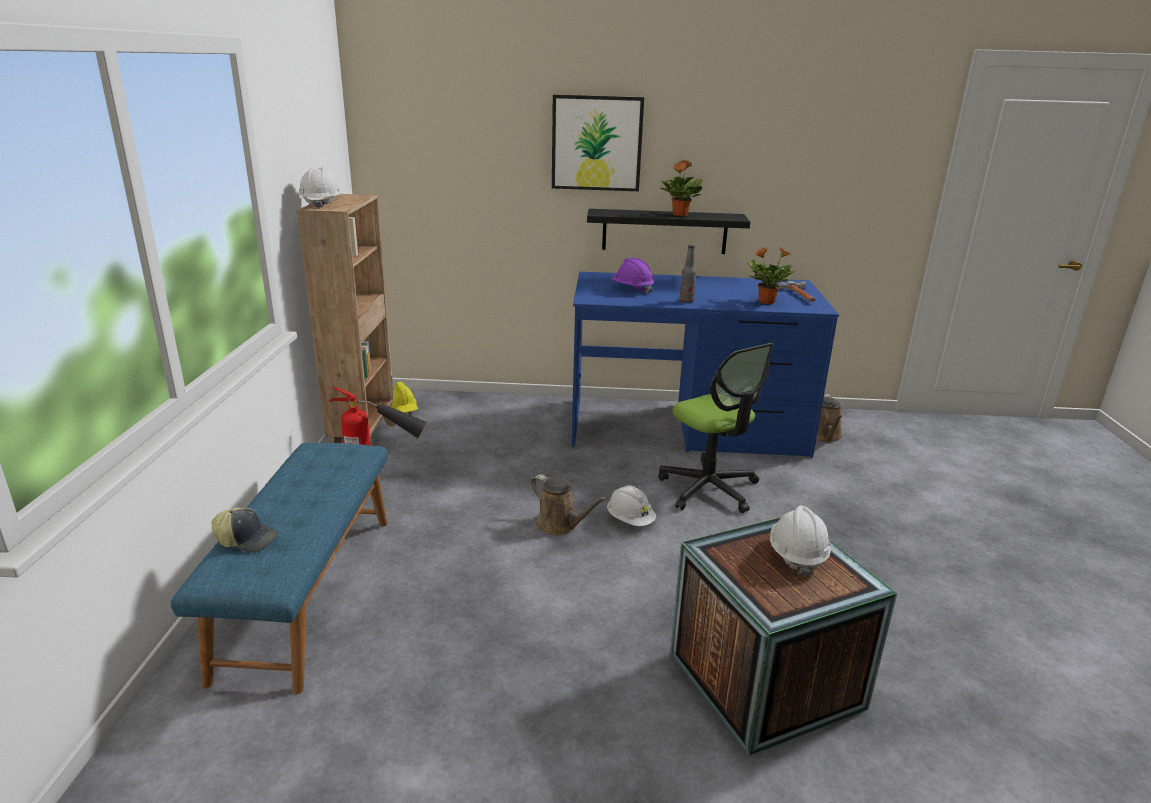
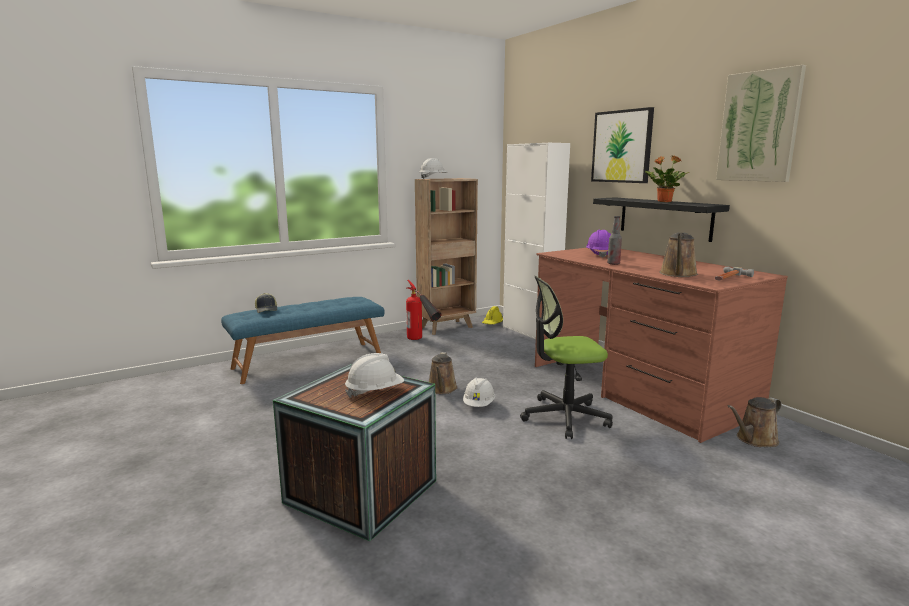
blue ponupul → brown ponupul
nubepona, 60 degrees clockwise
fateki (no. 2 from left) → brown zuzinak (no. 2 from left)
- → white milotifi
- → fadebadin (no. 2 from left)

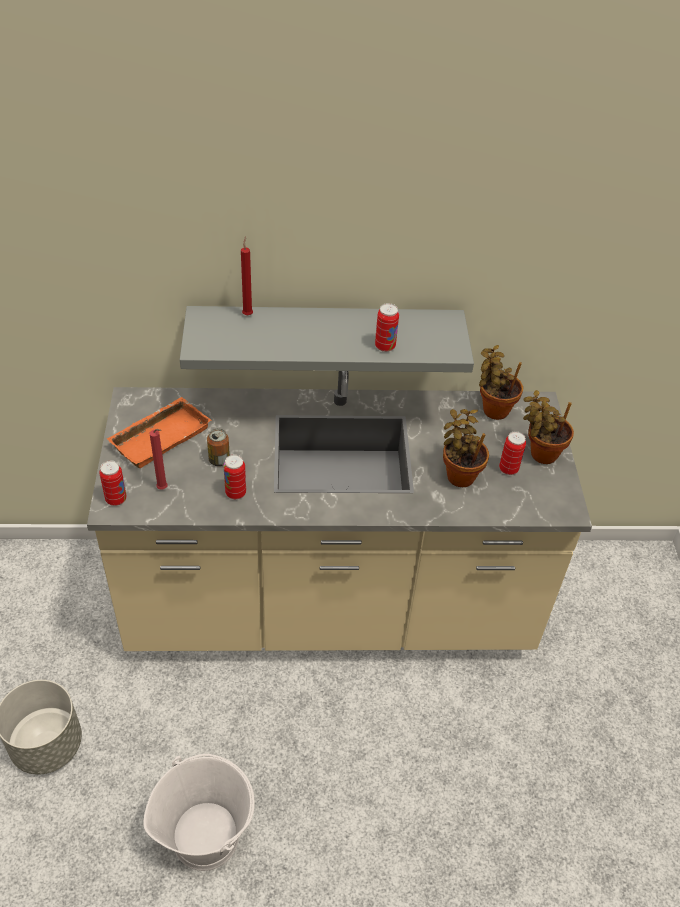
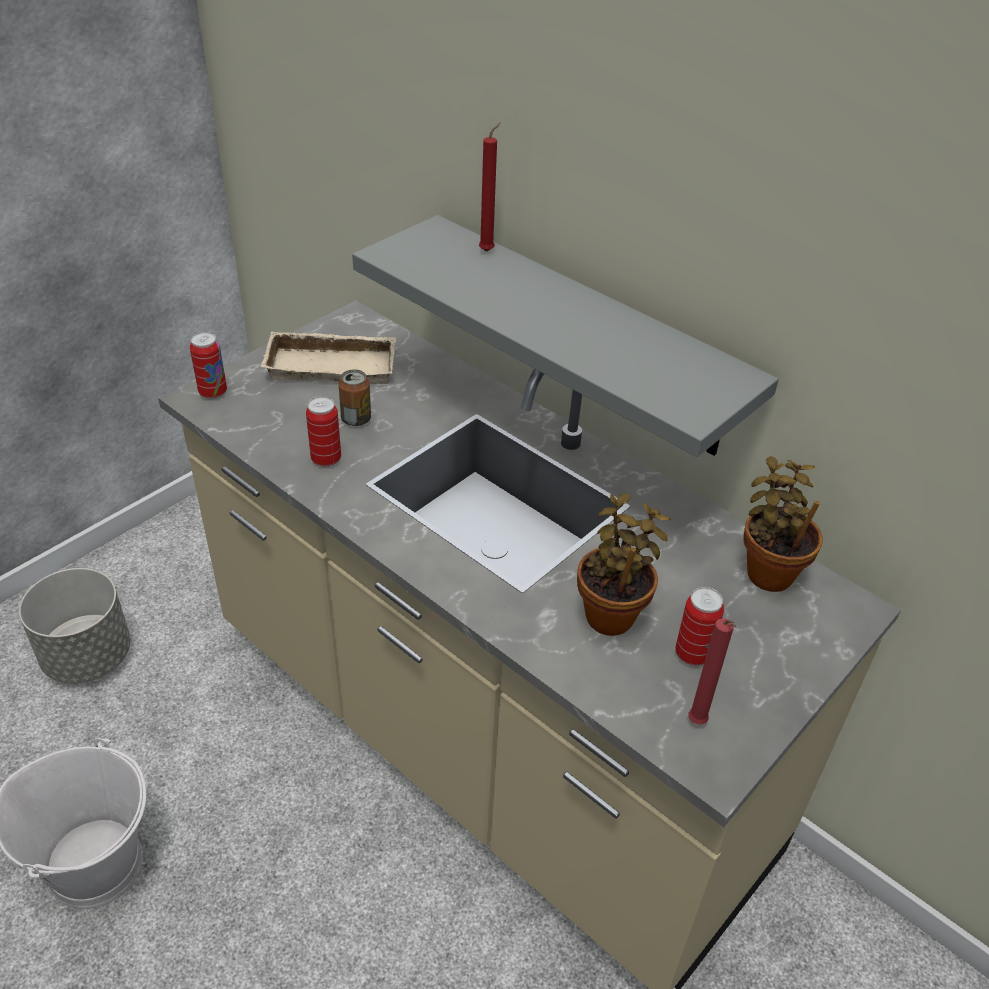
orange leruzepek → beige leruzepek
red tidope (no. 1 from left in the first image) → red tidope (no. 2 from left), relocated
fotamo (no. 4 from left) → -
fateki (no. 3 from left) → -

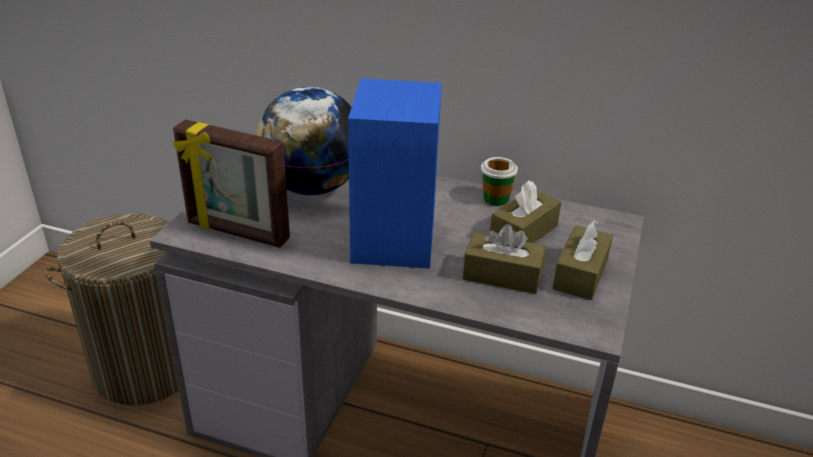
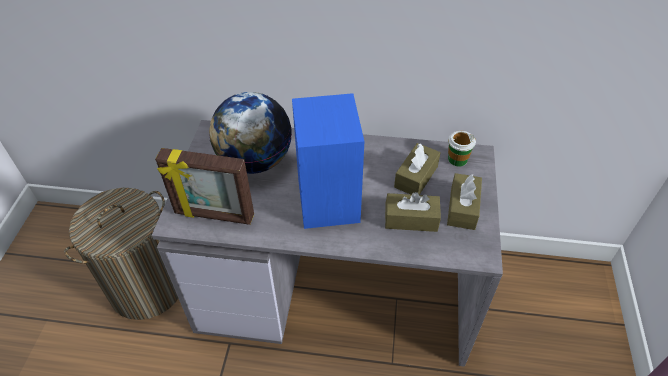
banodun, relocated

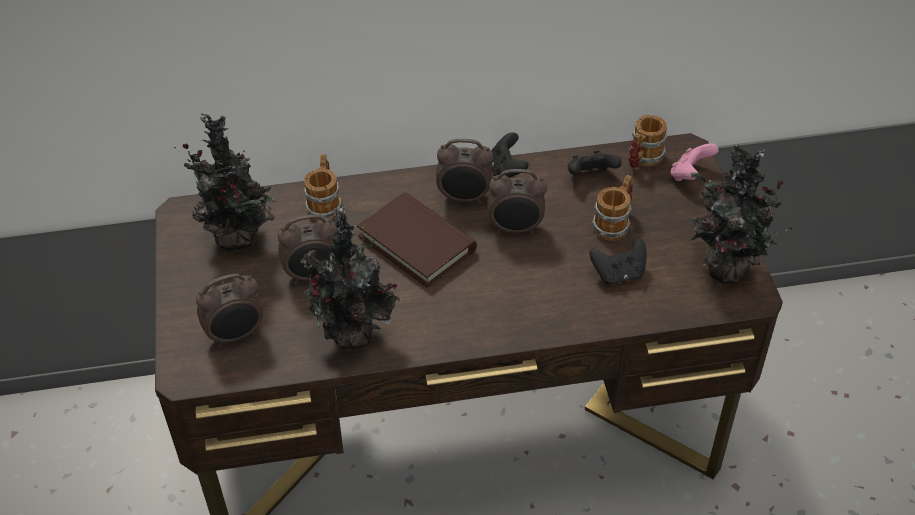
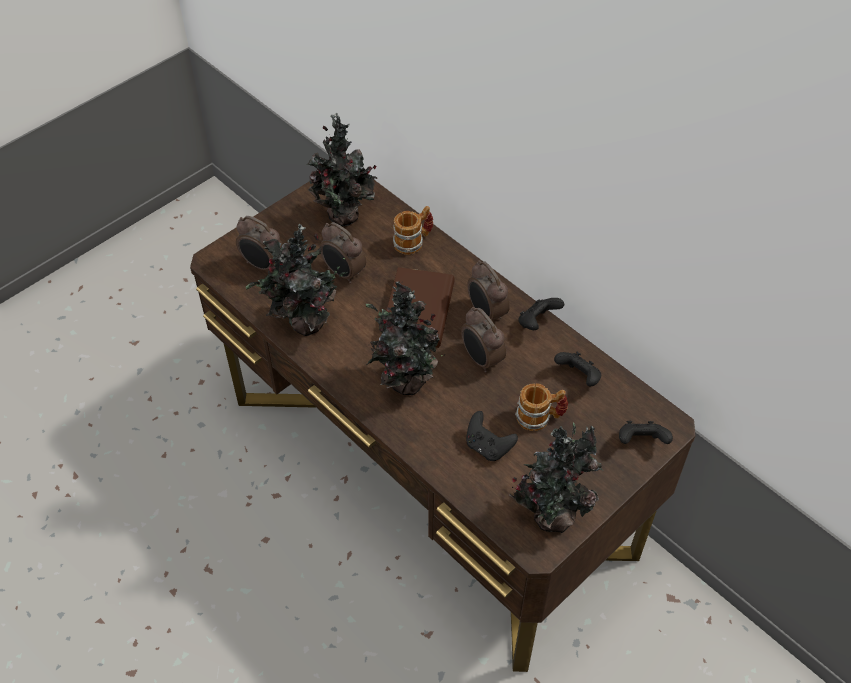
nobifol (no. 3 from left) → -
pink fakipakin → black fakipakin (no. 4 from left)
- → fateki (no. 3 from left)

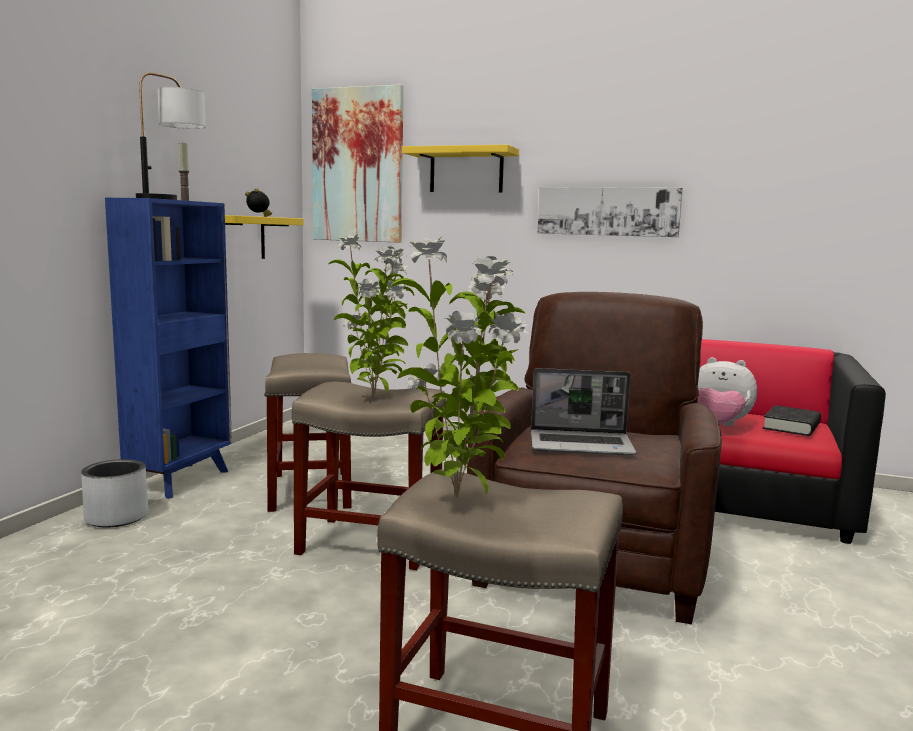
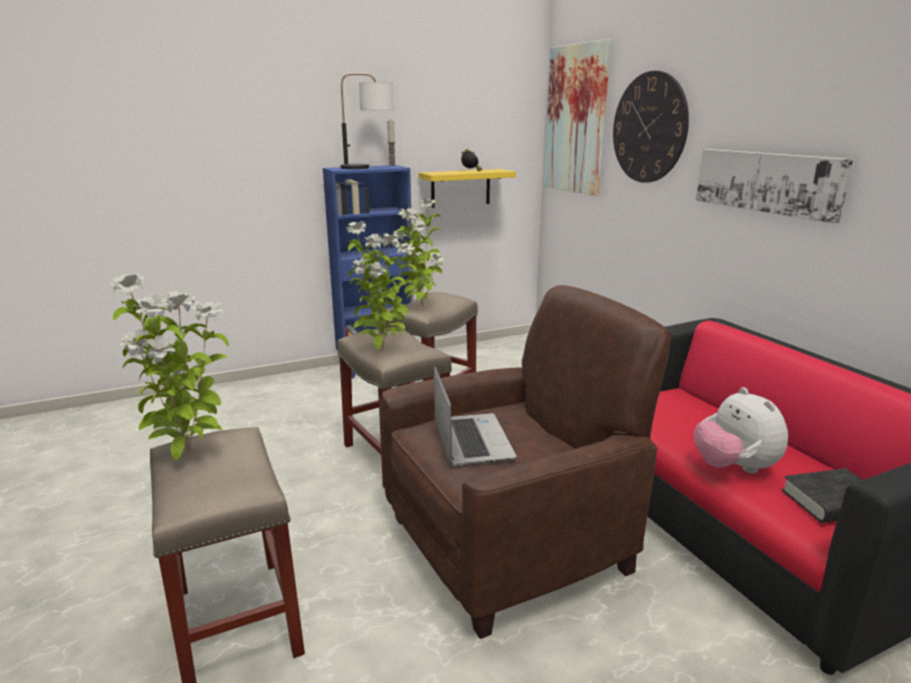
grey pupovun → -
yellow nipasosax (no. 2 from left) → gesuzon
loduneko, 150 degrees counterclockwise
- → fateki (no. 3 from left)

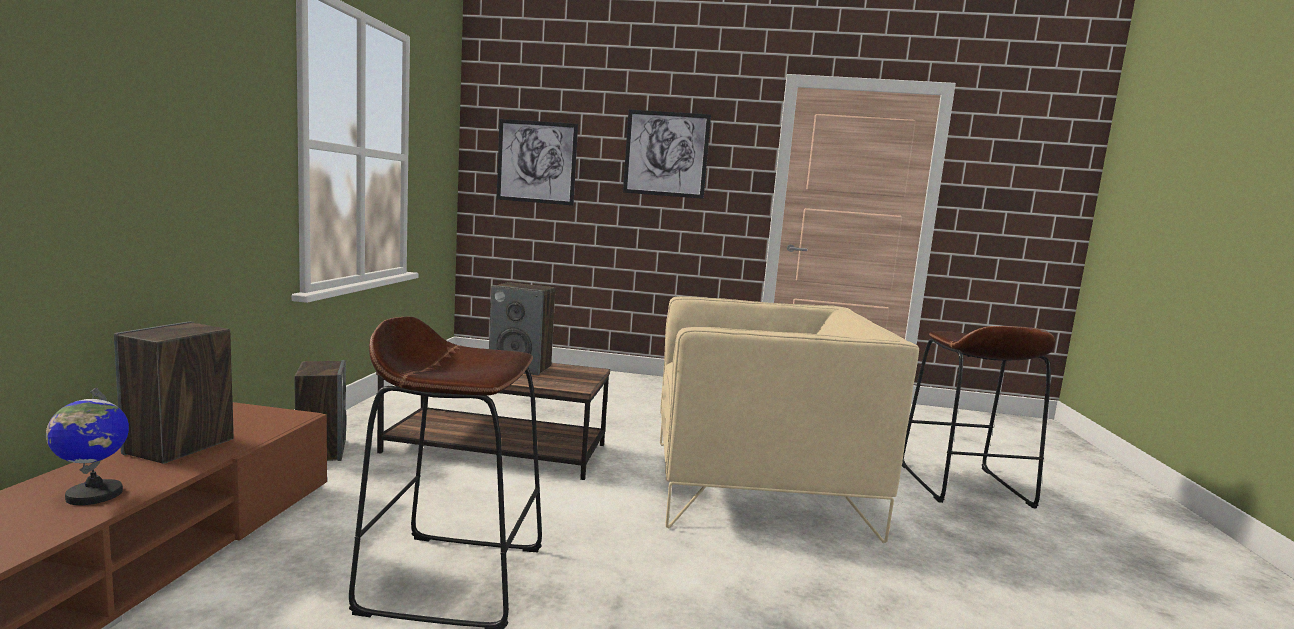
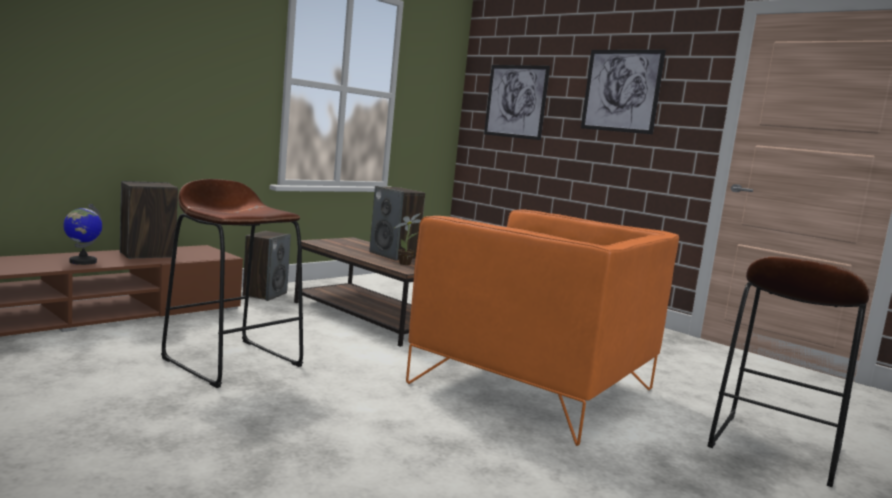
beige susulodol → orange susulodol
- → fateki

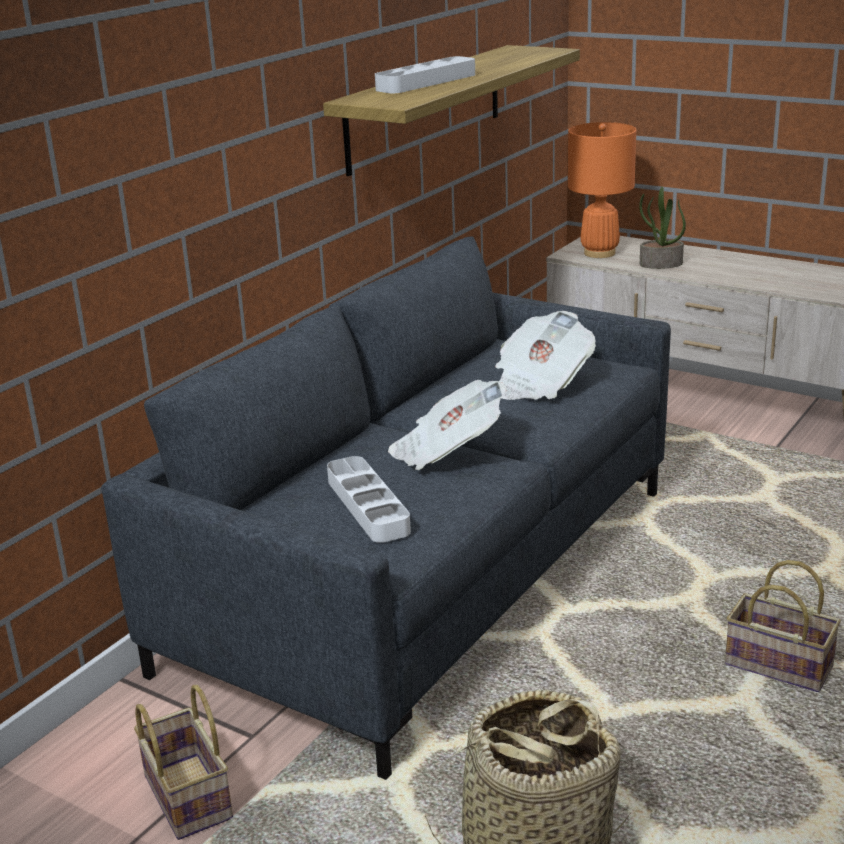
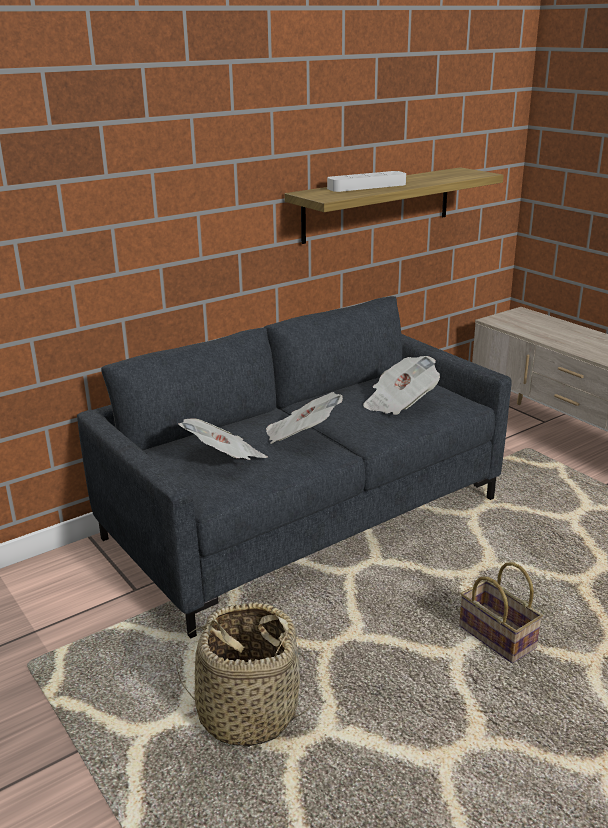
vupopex (no. 1 from left) → -
grey leruzepek (no. 1 from left) → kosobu (no. 1 from left)
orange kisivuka → -
fateki → -

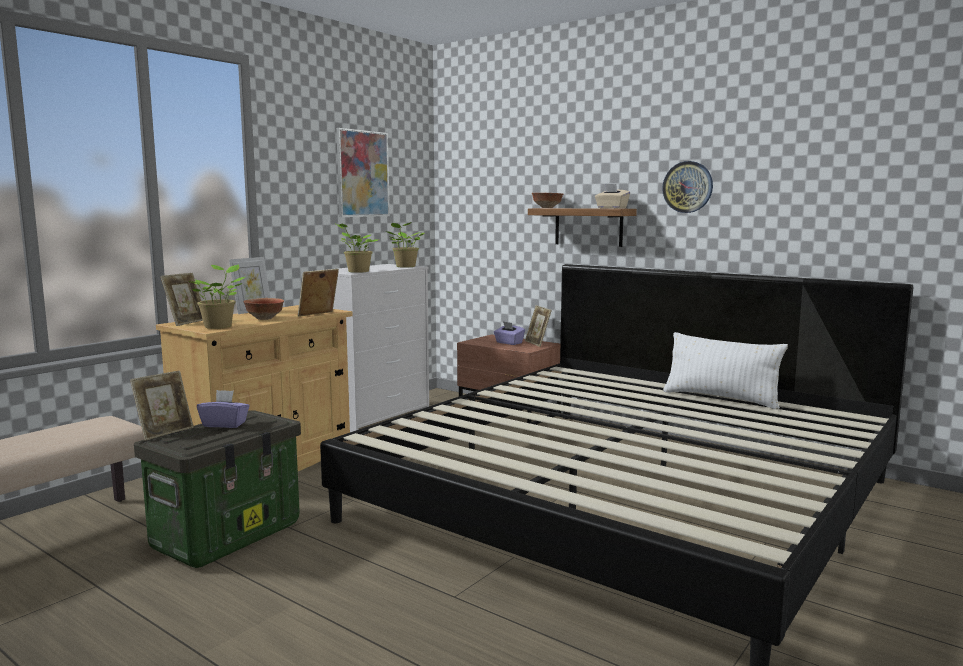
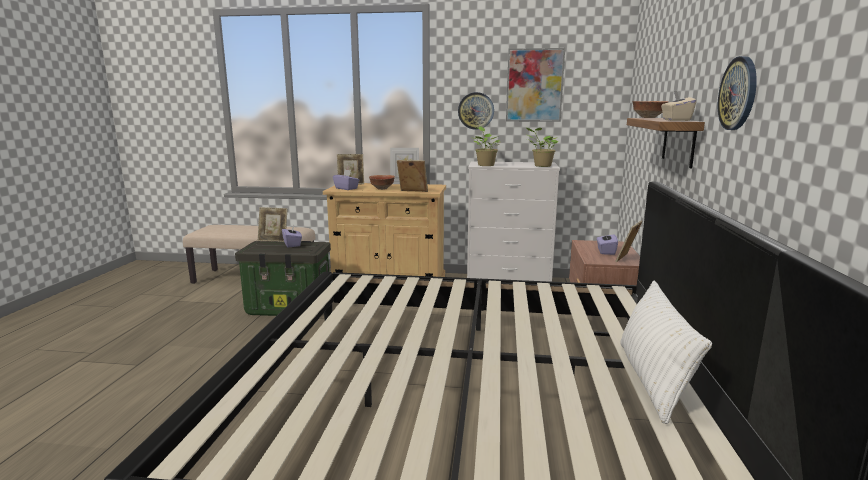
fateki (no. 1 from left) → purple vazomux (no. 2 from left)
- → gesuzon (no. 1 from left)

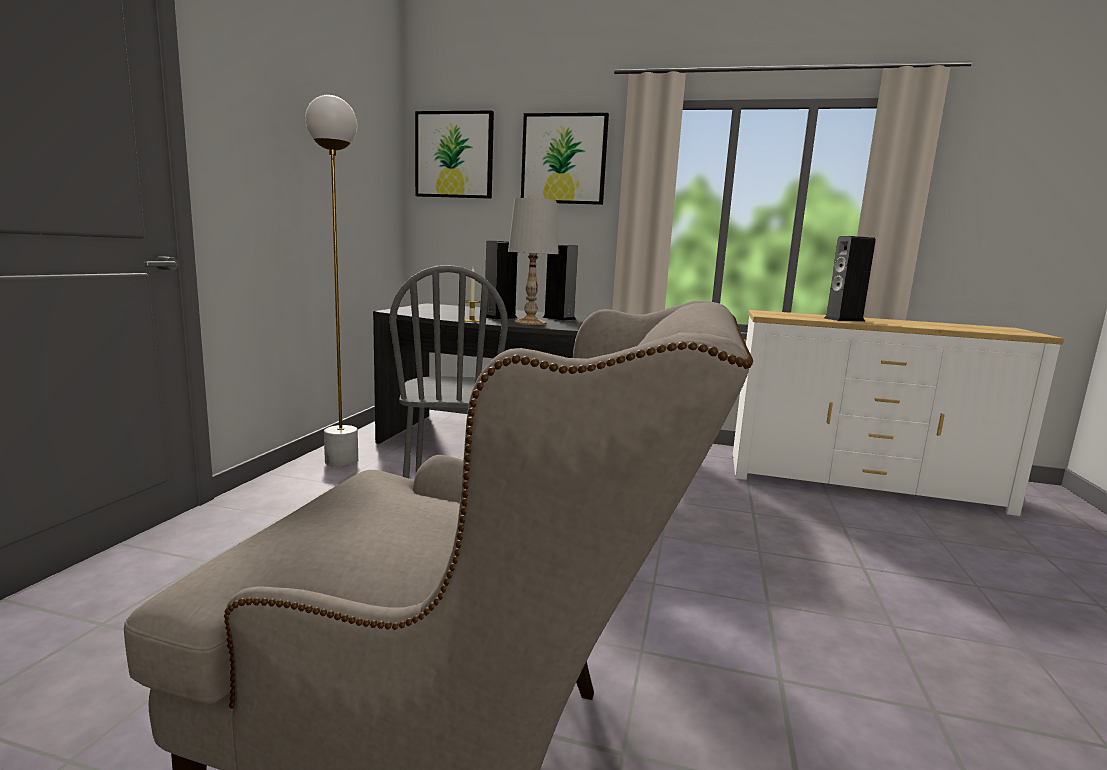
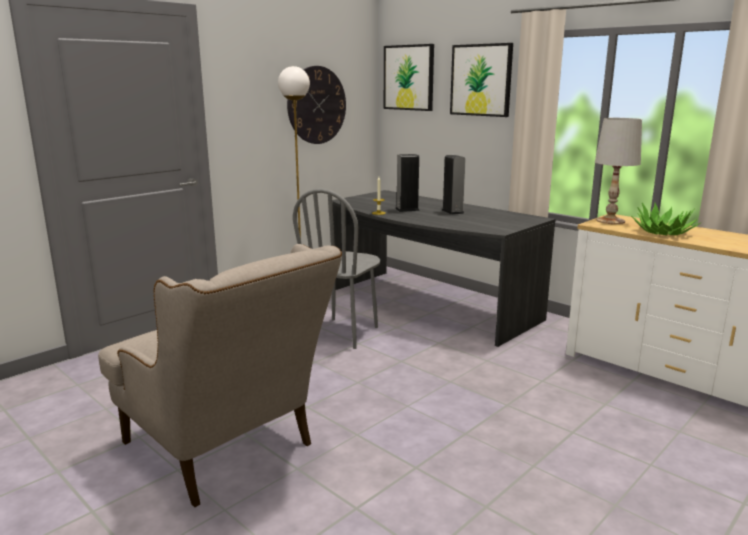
white kisivuka, relocated
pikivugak (no. 3 from left) → fateki
- → gesuzon

